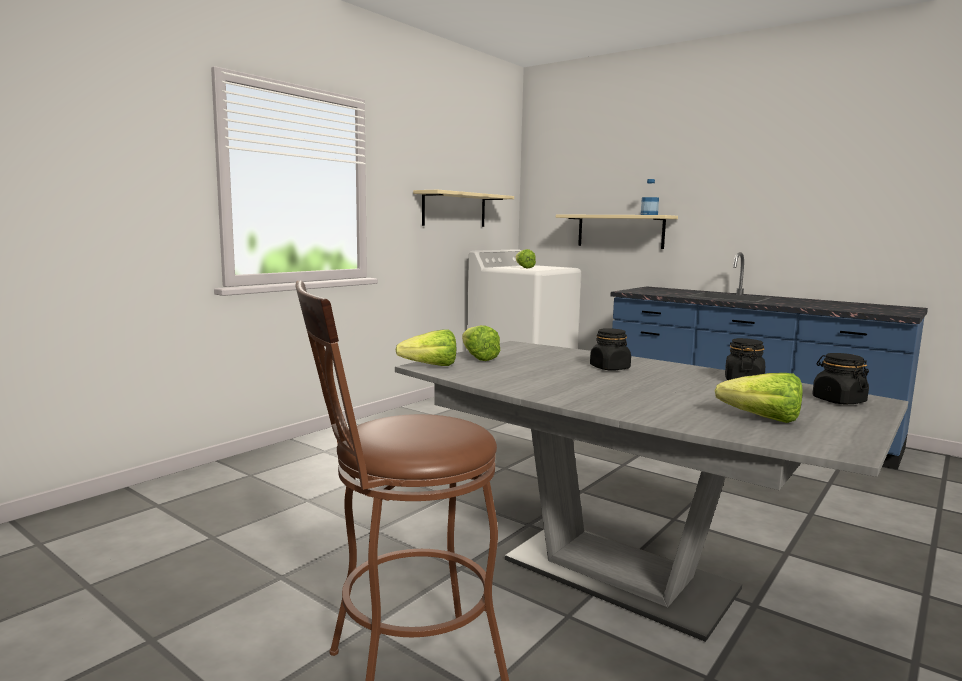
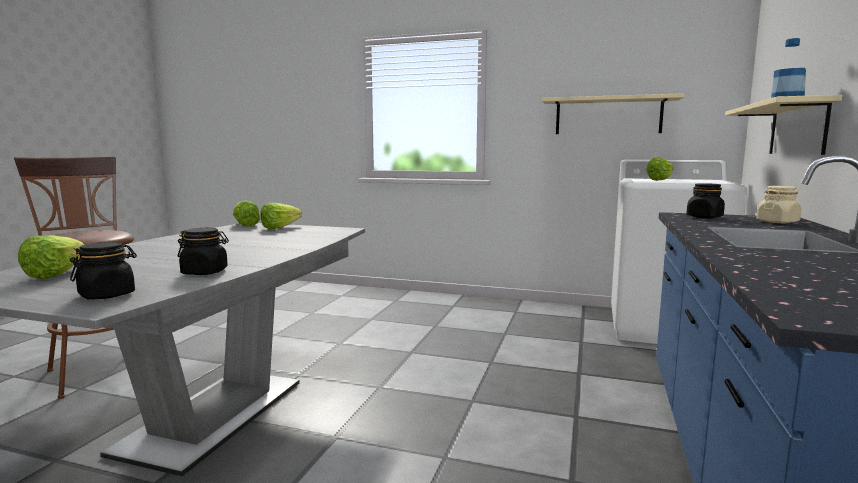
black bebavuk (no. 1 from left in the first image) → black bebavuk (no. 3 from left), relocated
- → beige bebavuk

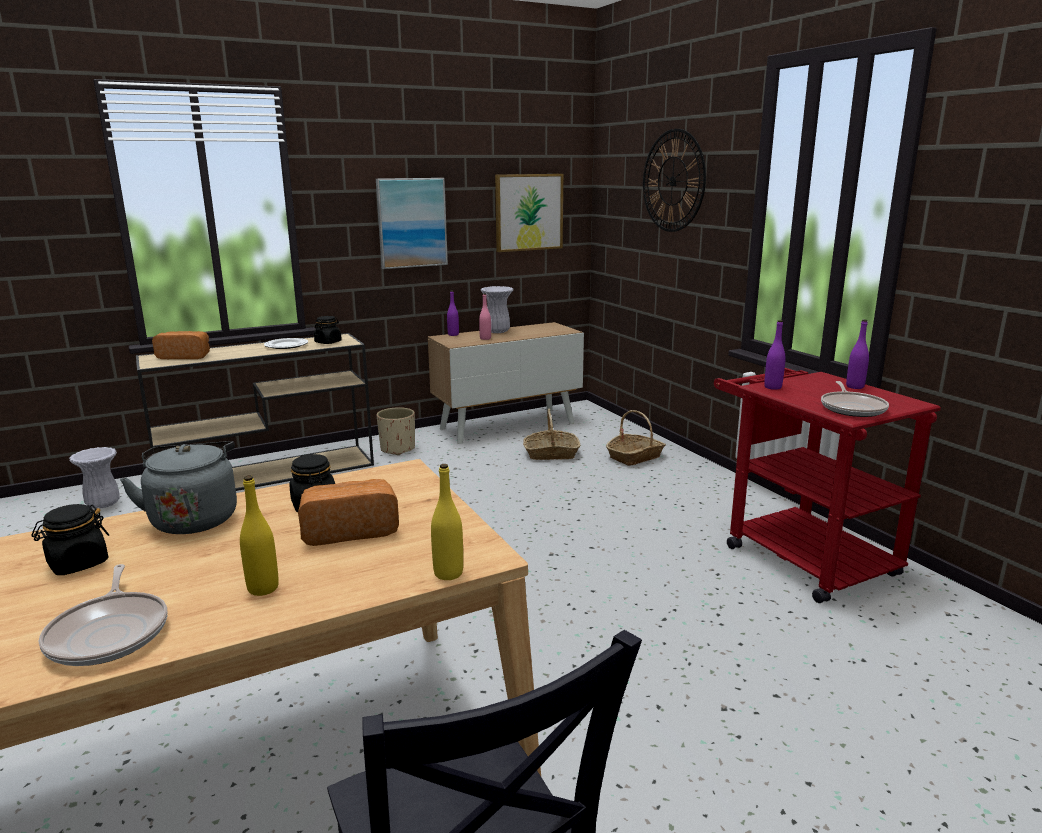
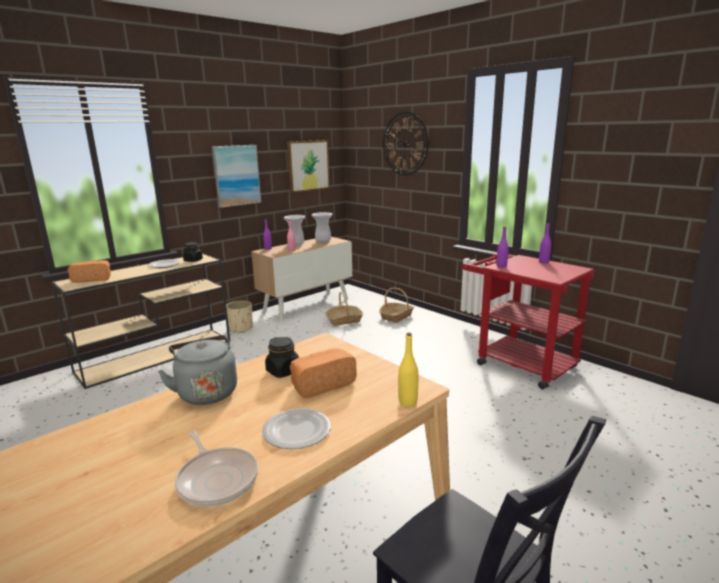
black bebavuk (no. 1 from left) → -
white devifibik (no. 1 from left in the first image) → white devifibik (no. 2 from left), relocated
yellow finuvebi (no. 1 from left) → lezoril (no. 2 from left)
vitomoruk (no. 2 from left) → -

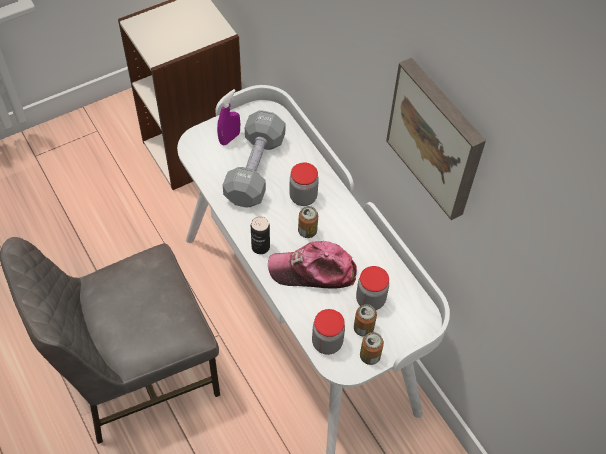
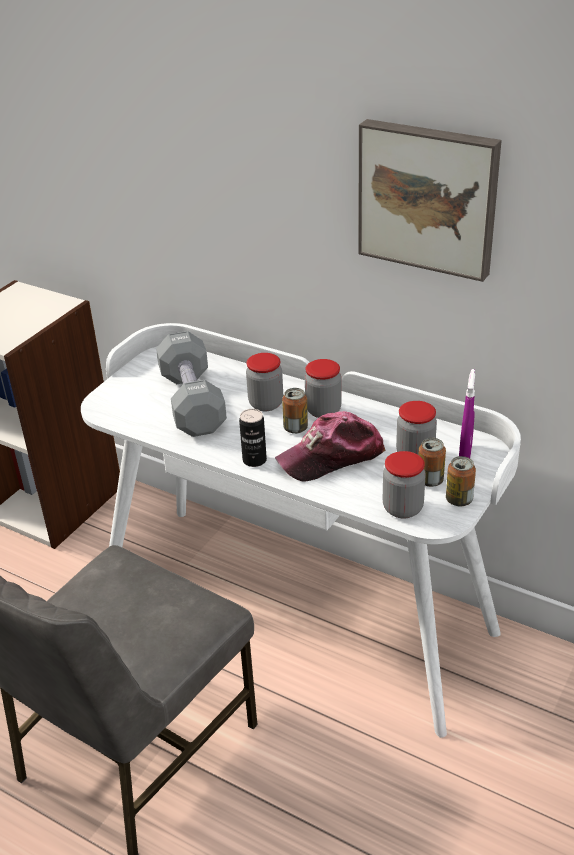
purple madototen, relocated
- → bebavuk (no. 2 from left)

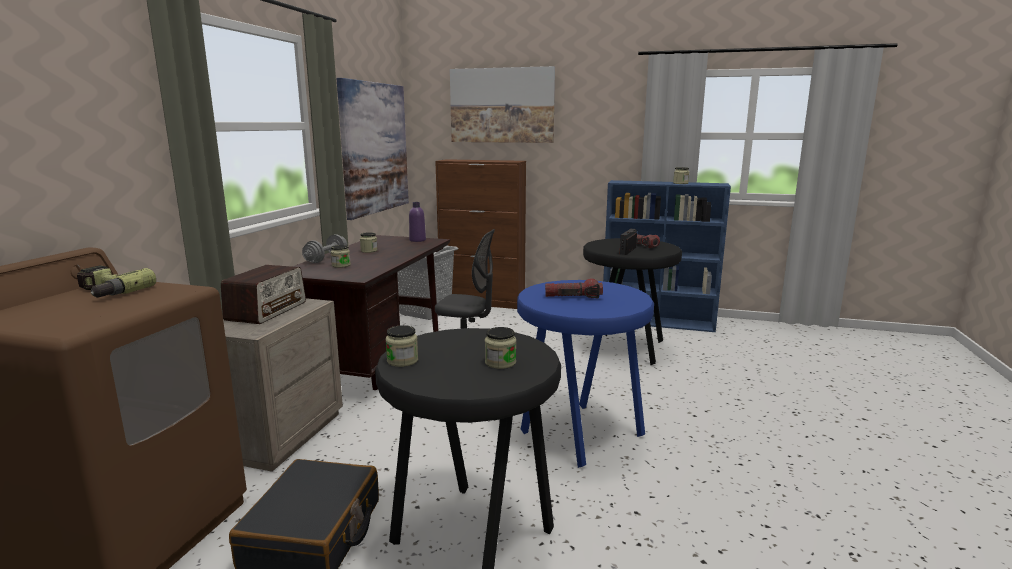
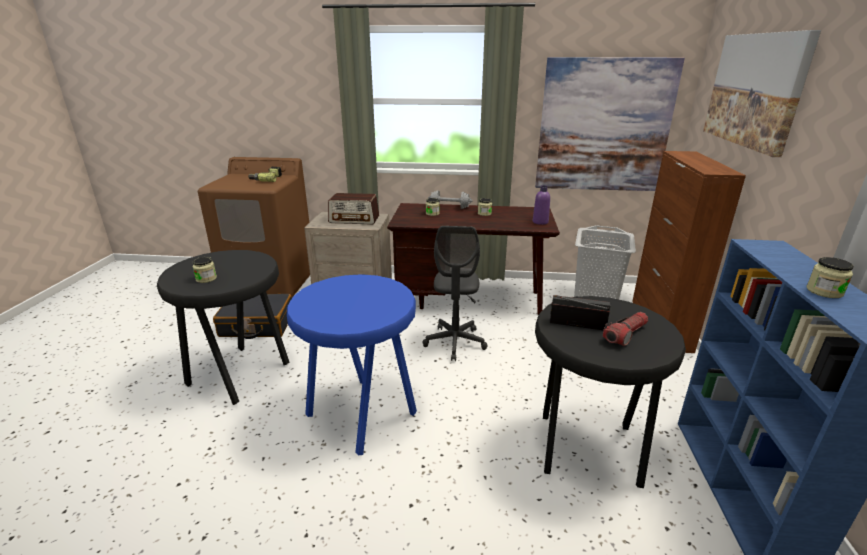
bebavuk (no. 3 from left) → -
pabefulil (no. 1 from left) → -

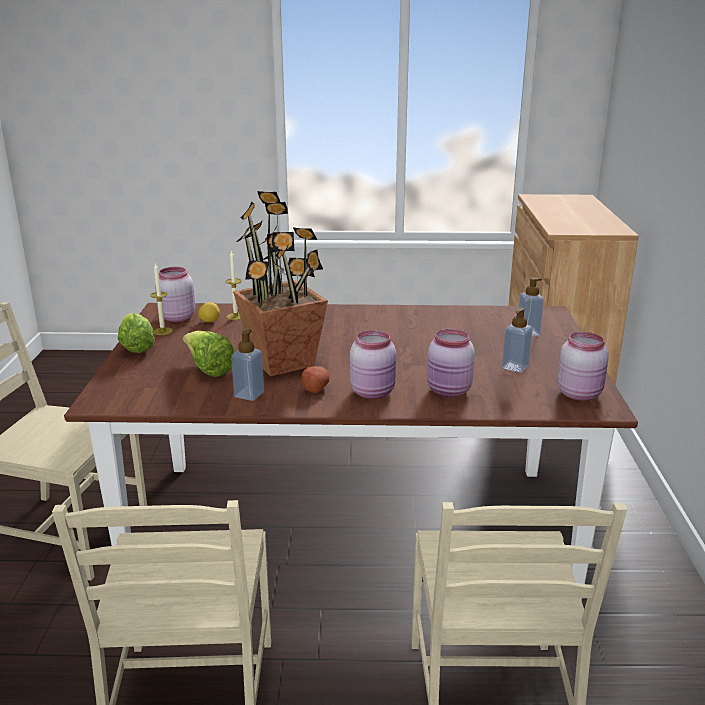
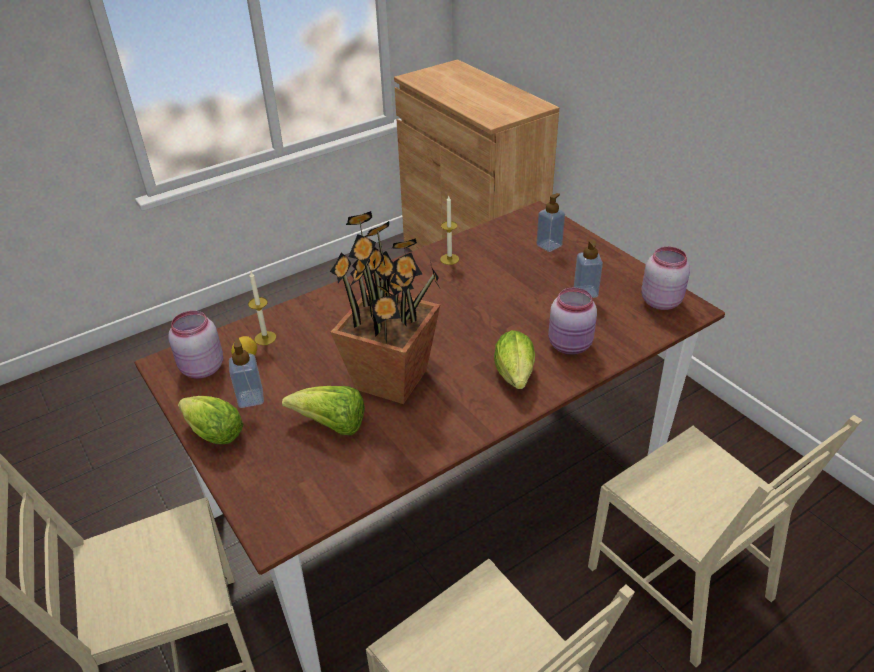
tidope (no. 1 from left in the first image) → tidope (no. 2 from left), relocated
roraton (no. 1 from left), relocated
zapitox → -
pink bebavuk (no. 2 from left) → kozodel (no. 3 from left)

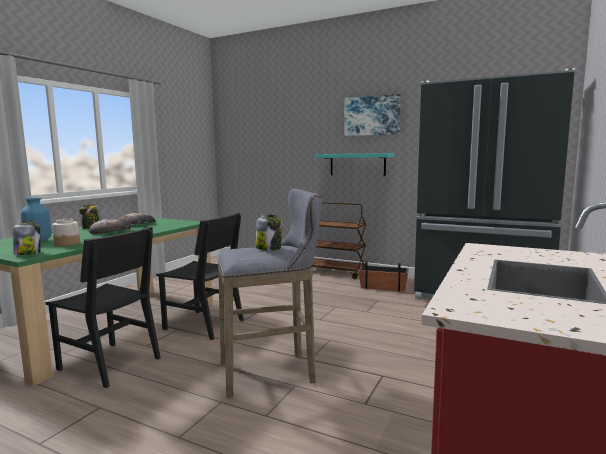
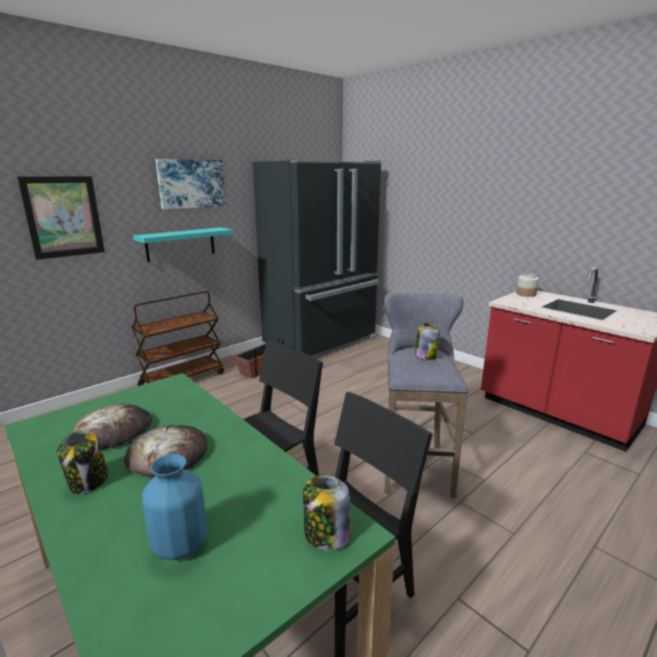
bebavuk (no. 2 from left in the first image) → bebavuk (no. 4 from left), relocated
- → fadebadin (no. 1 from left)

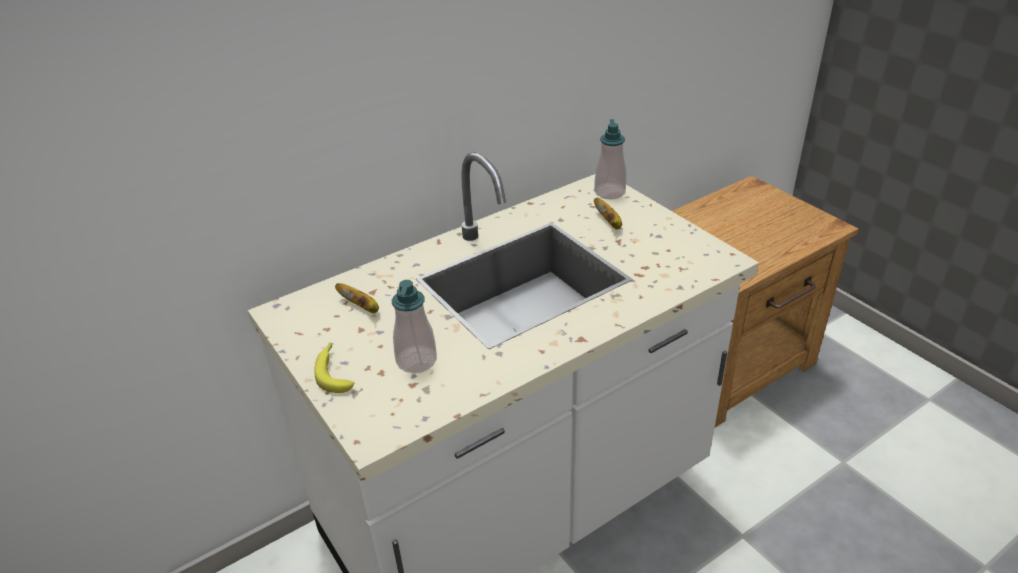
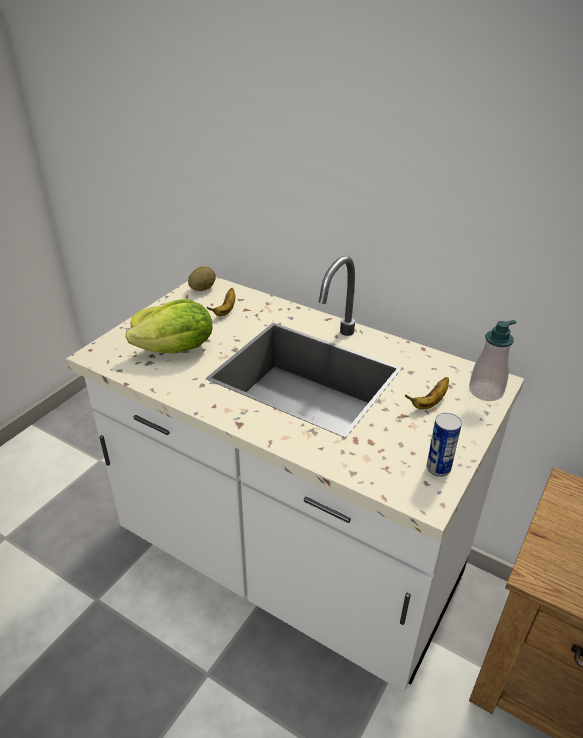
roraton (no. 1 from left) → kozodel
- → zapitox
- → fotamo

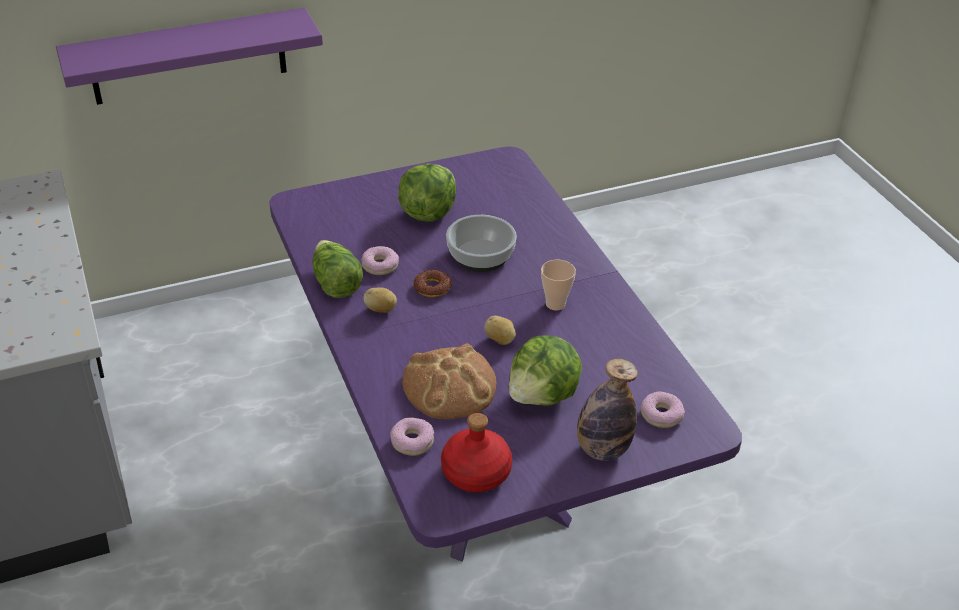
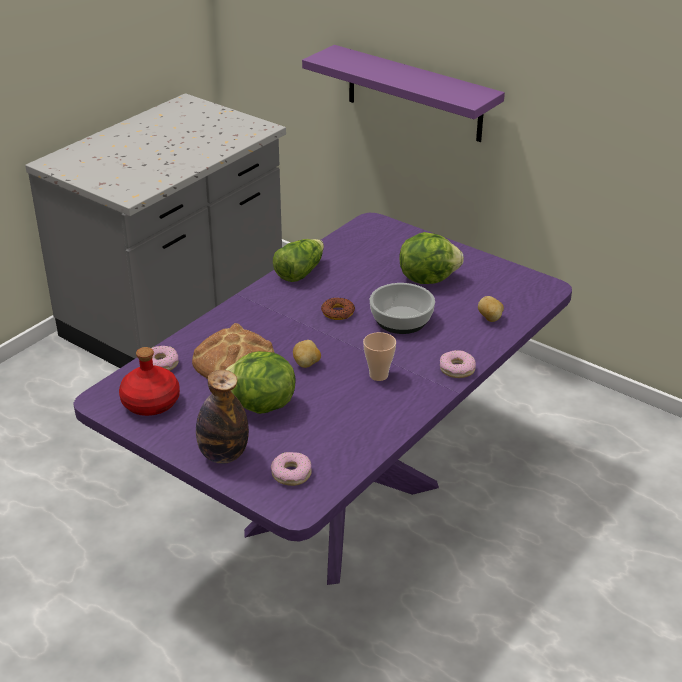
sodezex (no. 1 from left in the first image) → sodezex (no. 4 from left), relocated
zapitox (no. 1 from left in the first image) → zapitox (no. 2 from left), relocated

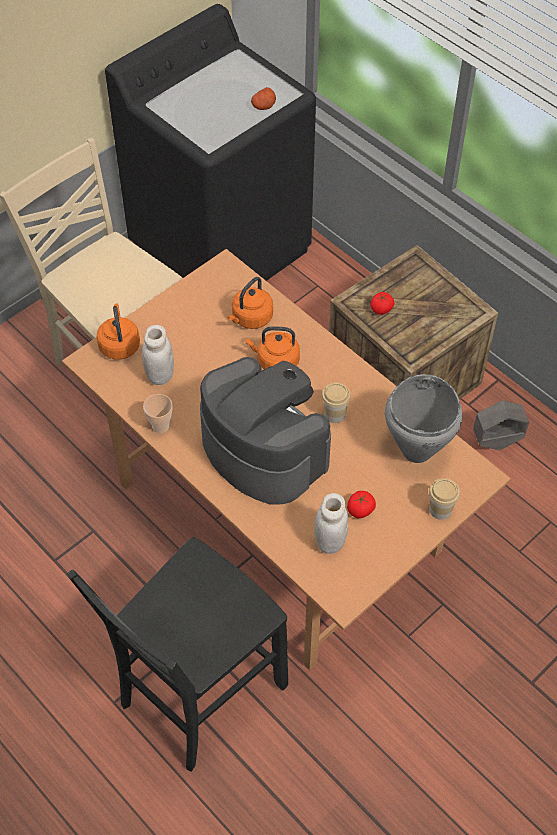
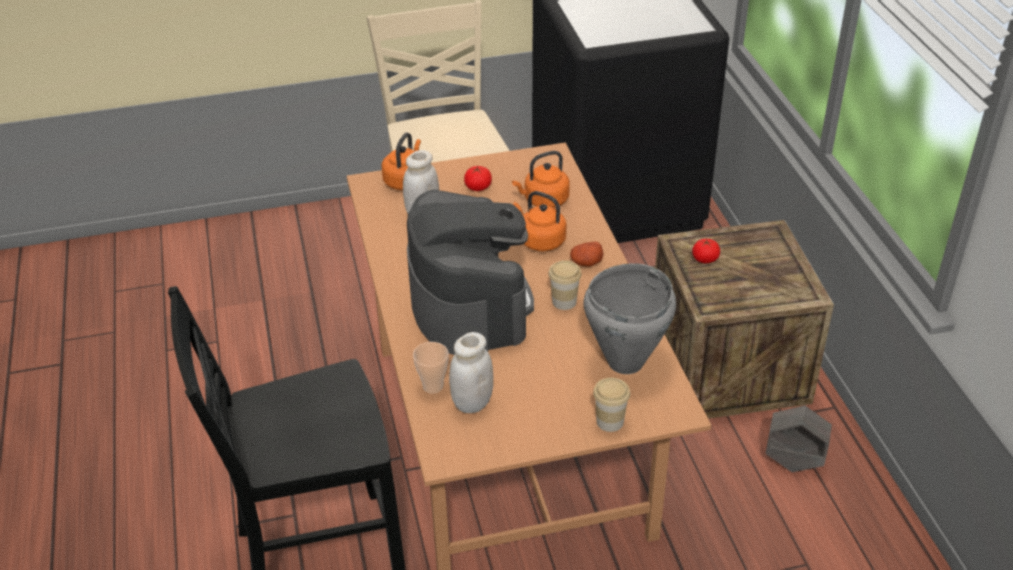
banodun (no. 1 from left), relocated
zapitox, relocated
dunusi (no. 1 from left), relocated

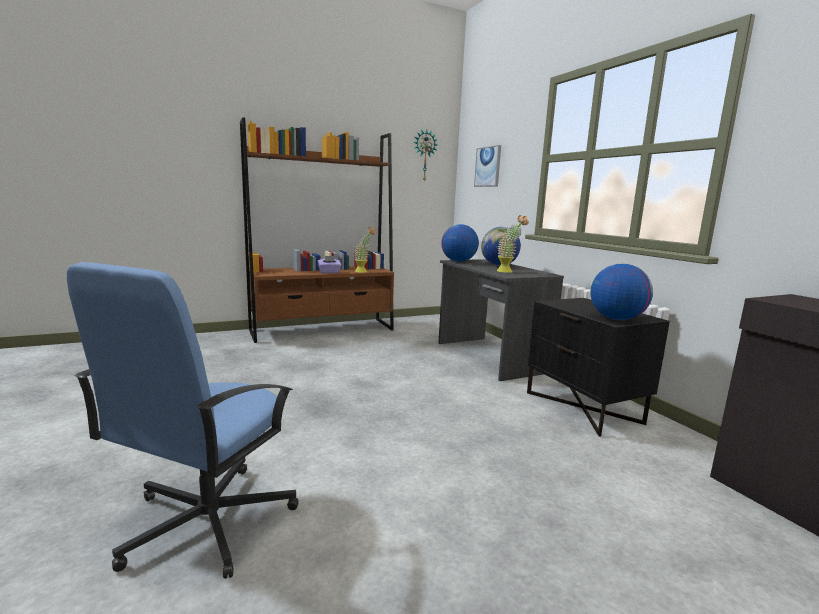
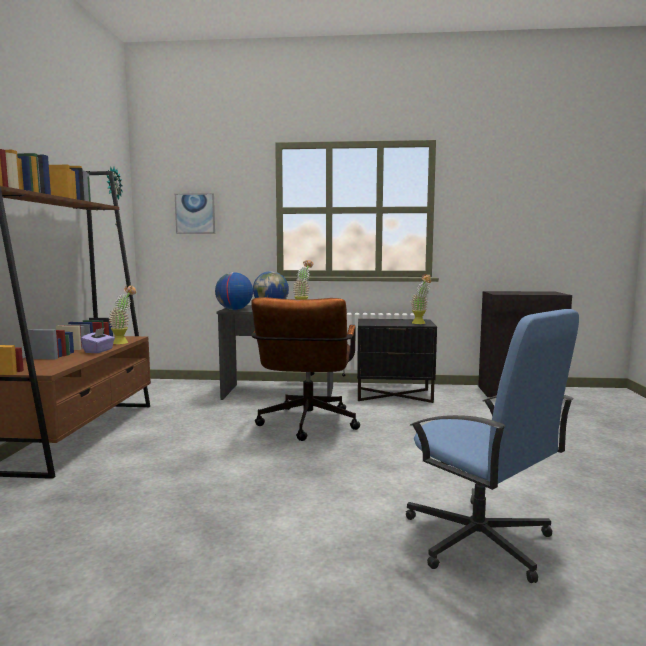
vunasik (no. 3 from left) → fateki (no. 3 from left)
- → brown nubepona

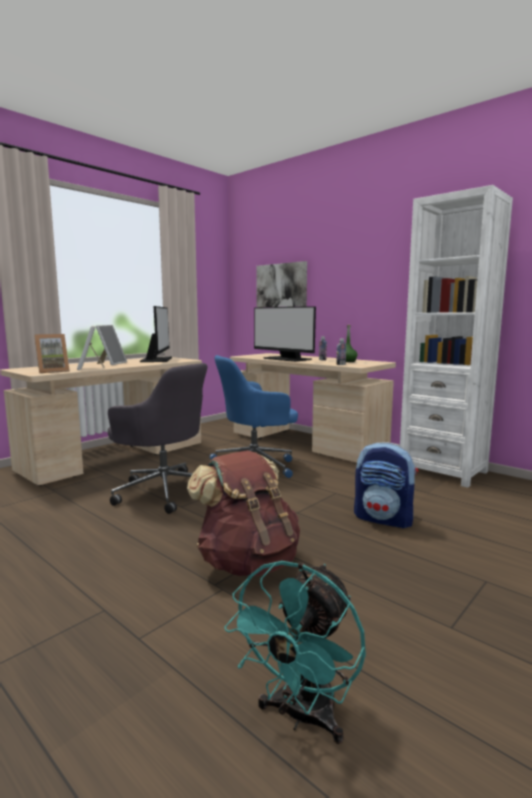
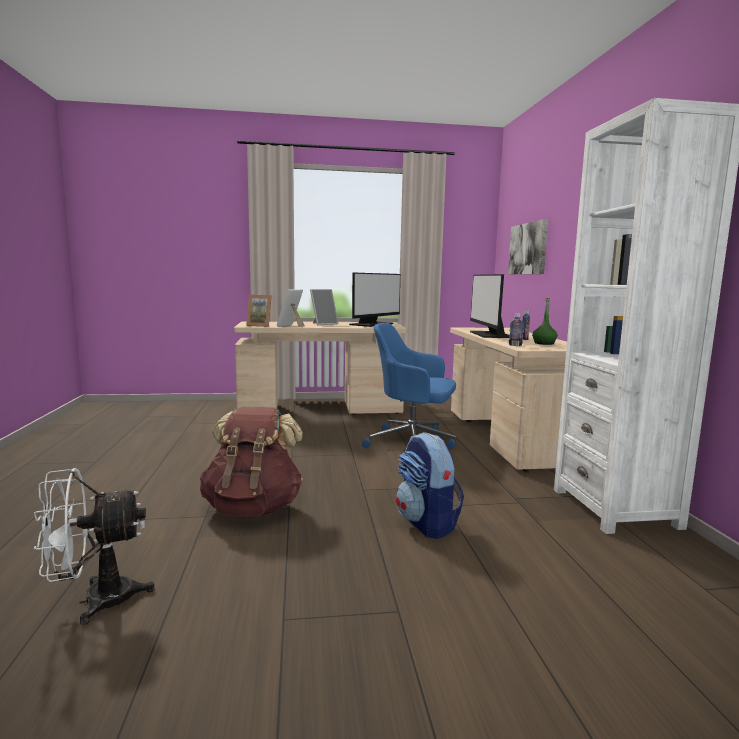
grey nubepona → -
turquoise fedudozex → white fedudozex

